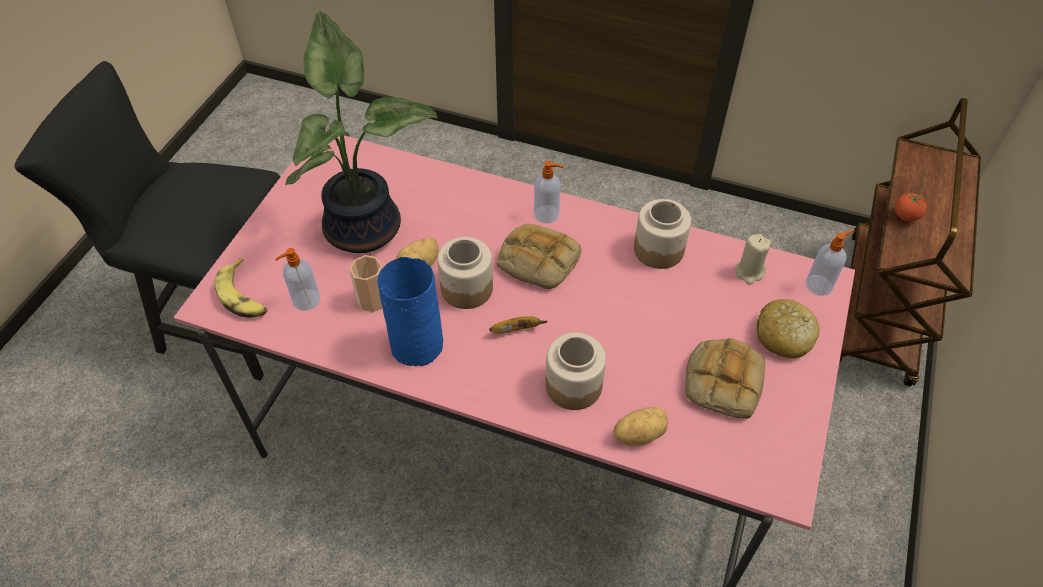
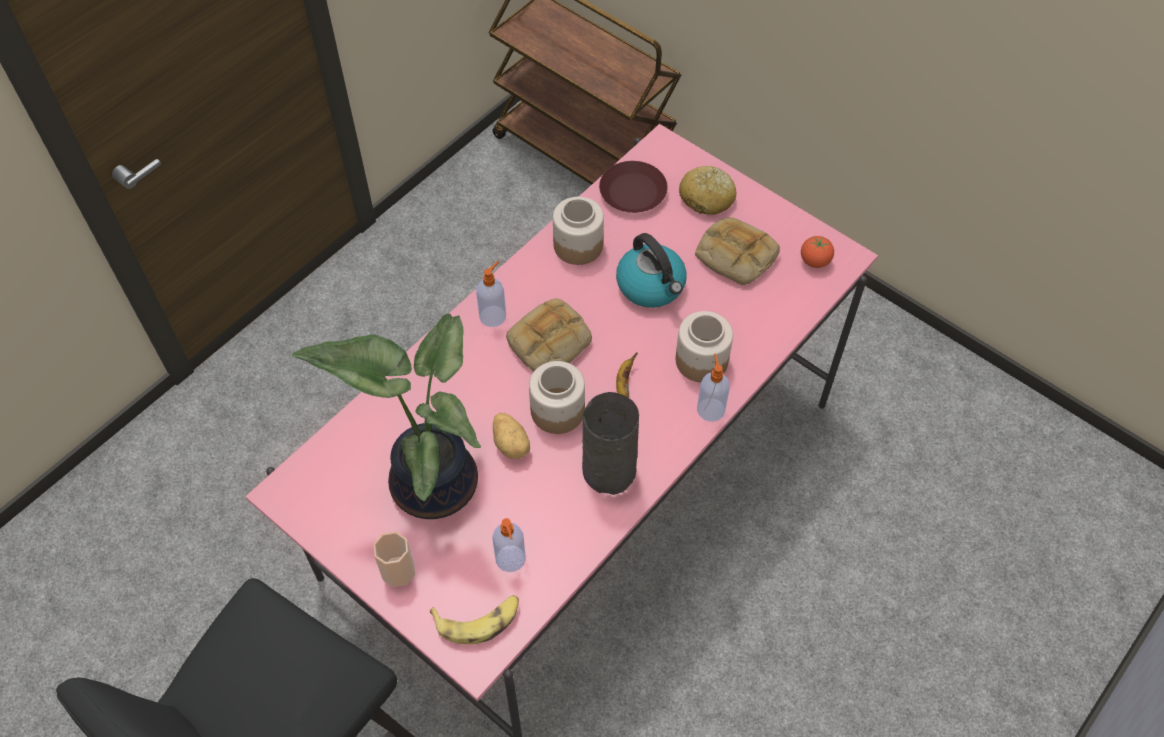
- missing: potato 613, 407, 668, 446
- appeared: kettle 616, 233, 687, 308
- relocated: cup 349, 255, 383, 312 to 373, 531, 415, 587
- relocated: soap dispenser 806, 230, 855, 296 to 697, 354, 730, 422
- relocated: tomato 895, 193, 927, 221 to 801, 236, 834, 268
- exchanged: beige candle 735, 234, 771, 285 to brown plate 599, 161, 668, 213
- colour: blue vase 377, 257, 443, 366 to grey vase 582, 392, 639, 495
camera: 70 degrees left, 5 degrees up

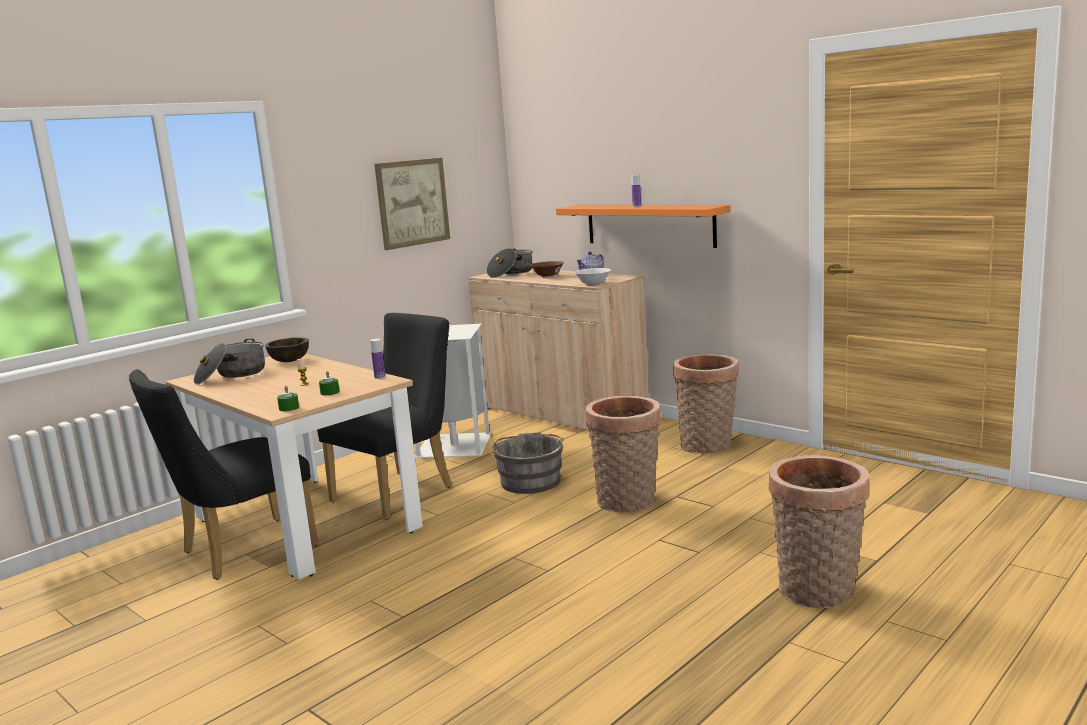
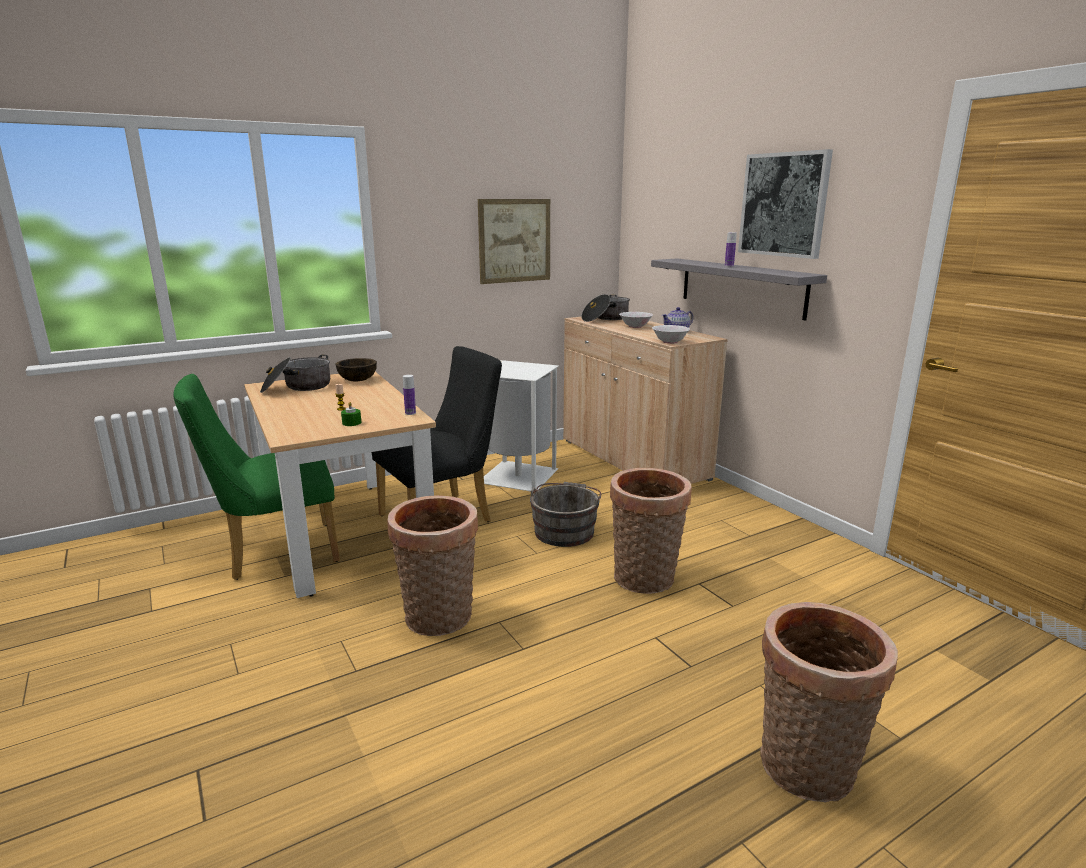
- missing: green candle 277, 386, 299, 411
- appeared: picture 738, 149, 833, 259
- relocated: basket 673, 354, 739, 454 to 387, 495, 478, 636
- colour: black chair 129, 369, 319, 580 to green chair 173, 374, 340, 580
- colour: brown bowl 530, 261, 564, 278 to white bowl 619, 312, 653, 328
- colour: orange shelf 556, 205, 730, 248 to grey shelf 651, 259, 827, 321
camera: 15 degrees right, 5 degrees up

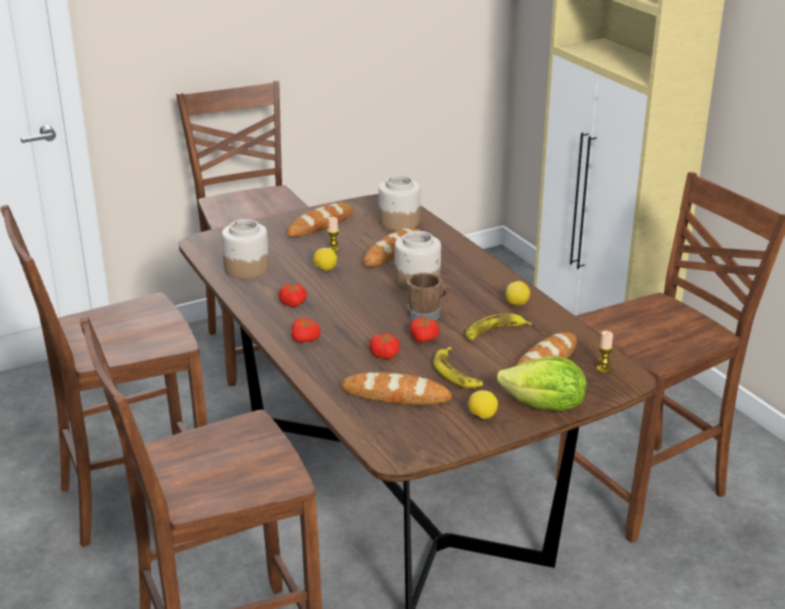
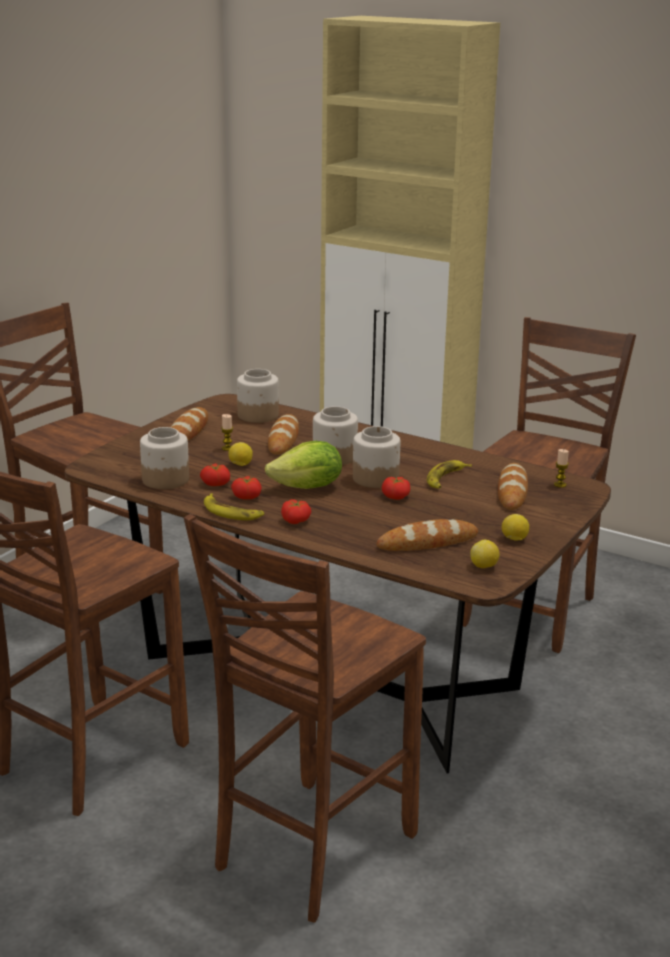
- relocated: tomato 369, 333, 400, 359 to 200, 463, 230, 486
- relocated: banana 434, 347, 483, 388 to 204, 493, 264, 520
- relocated: lettuce 497, 356, 587, 411 to 265, 441, 342, 489
- relocated: lemon 506, 281, 530, 306 to 470, 540, 499, 568
- exchanged: brown mug 407, 273, 451, 321 to jar 353, 426, 400, 488
camera: 30 degrees left, 5 degrees down

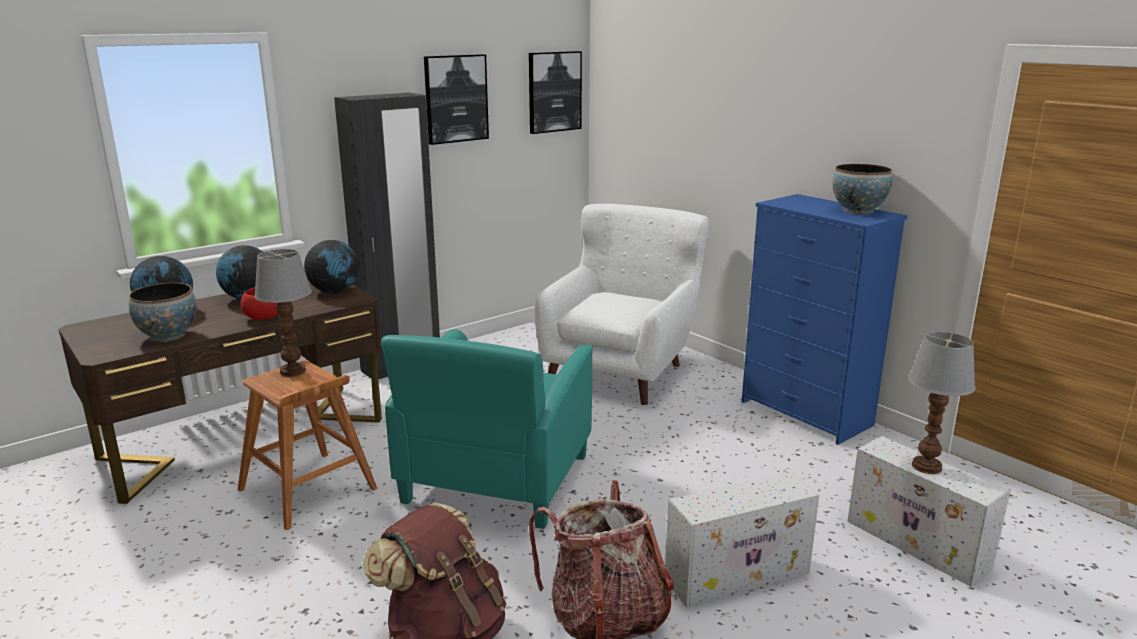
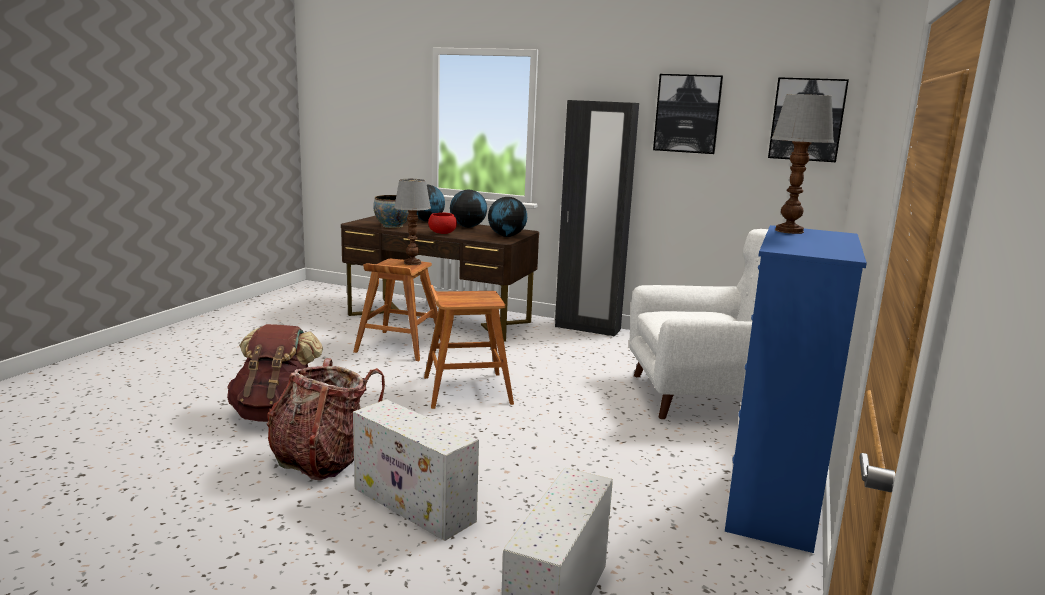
- missing: bowl 832, 164, 892, 214
- relocated: table lamp 908, 332, 976, 474 to 772, 94, 834, 234
- exchanged: turquoise armchair 381, 329, 593, 529 to brown stool 424, 285, 514, 409
camera: 60 degrees right, 5 degrees down

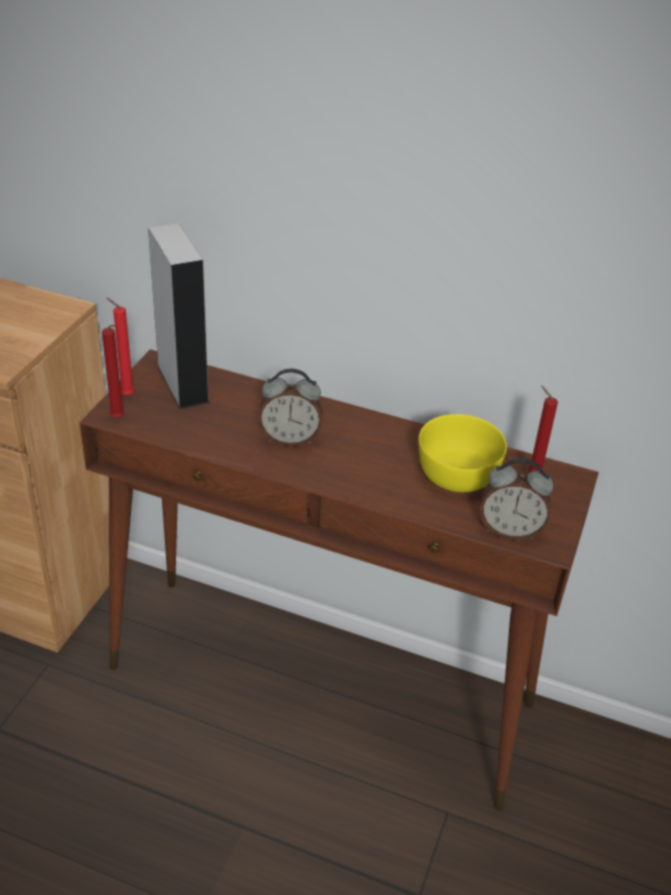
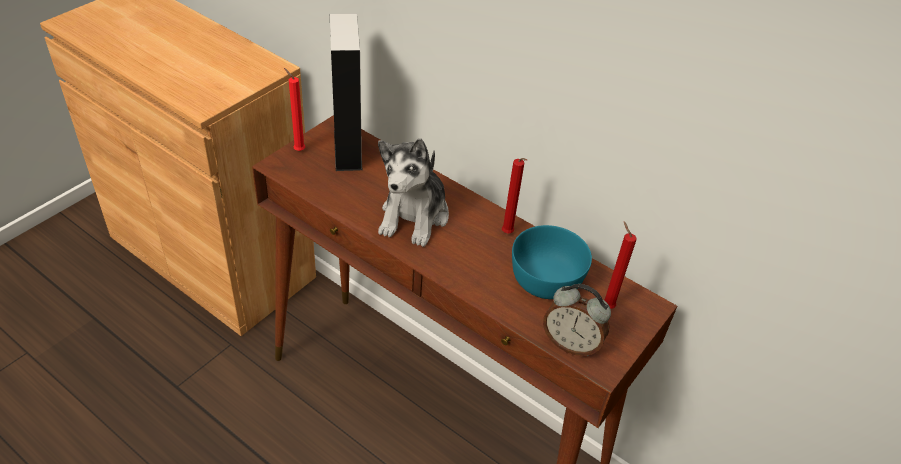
- relocated: red candle 102, 325, 124, 418 to 502, 158, 527, 233
- exchanged: alarm clock 258, 369, 323, 447 to plush toy 378, 138, 449, 247
- colour: yellow bowl 418, 414, 507, 492 to turquoise bowl 512, 225, 592, 299
camera: 15 degrees right, 5 degrees up

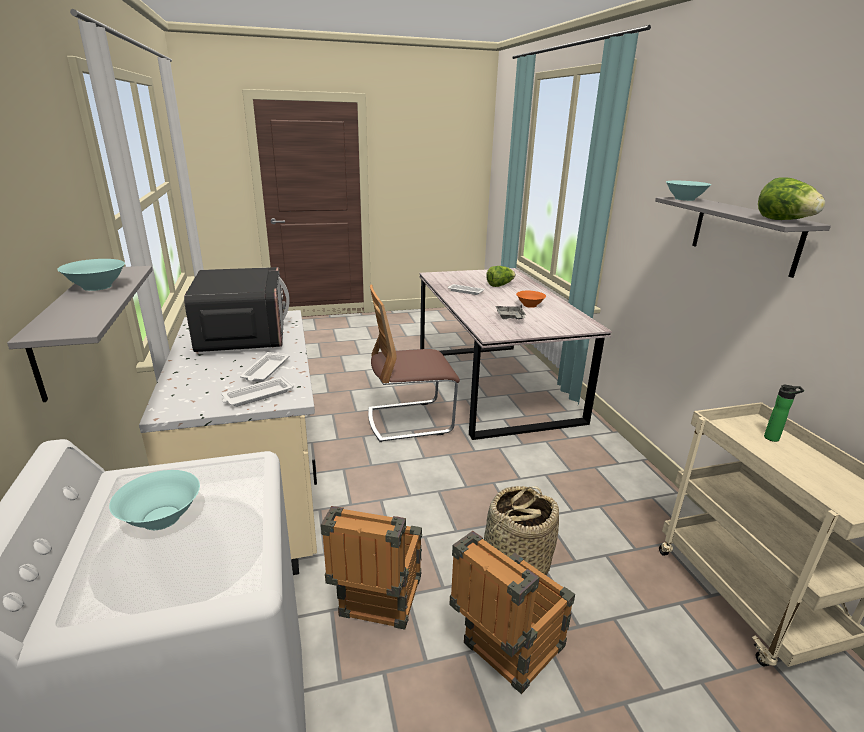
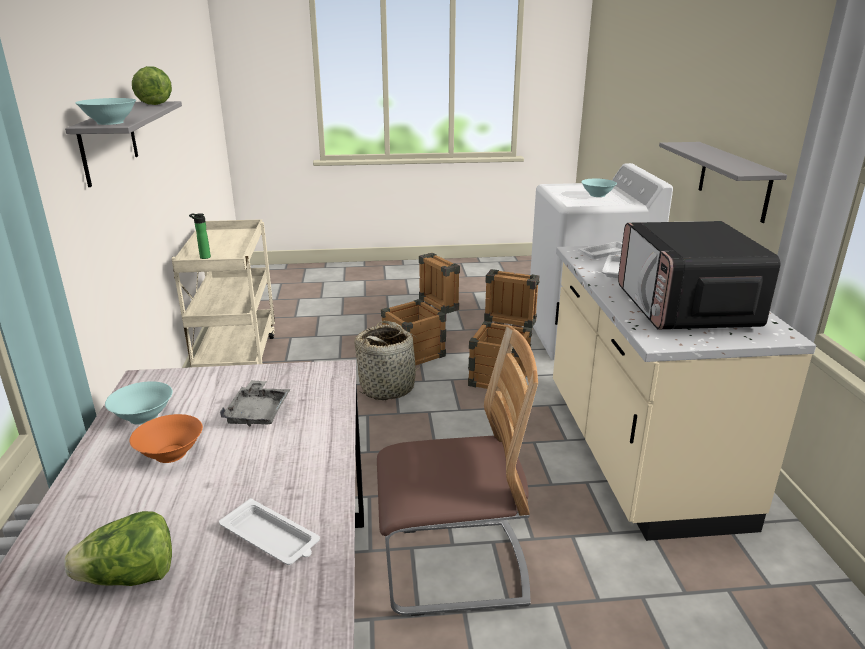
- relocated: turquoise bowl 57, 259, 125, 291 to 105, 381, 173, 425
camera: 170 degrees left, 0 degrees up

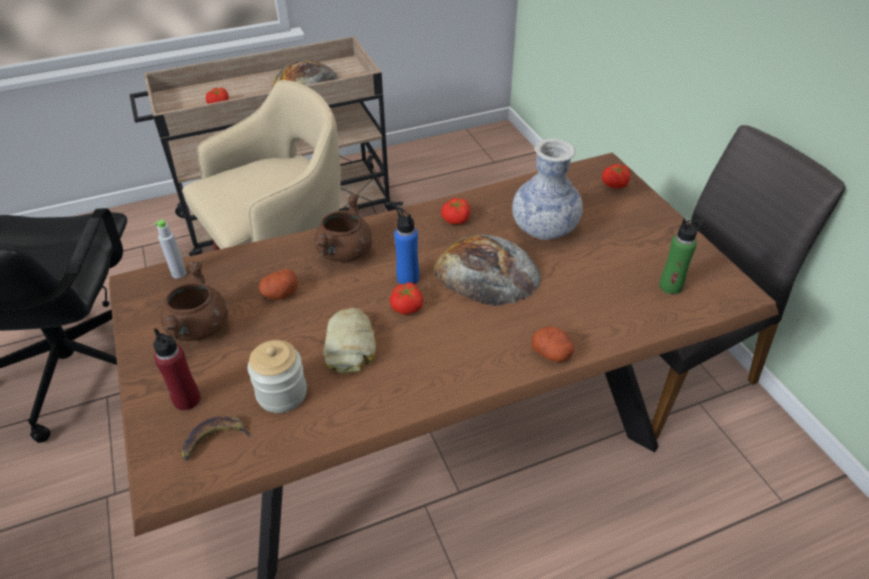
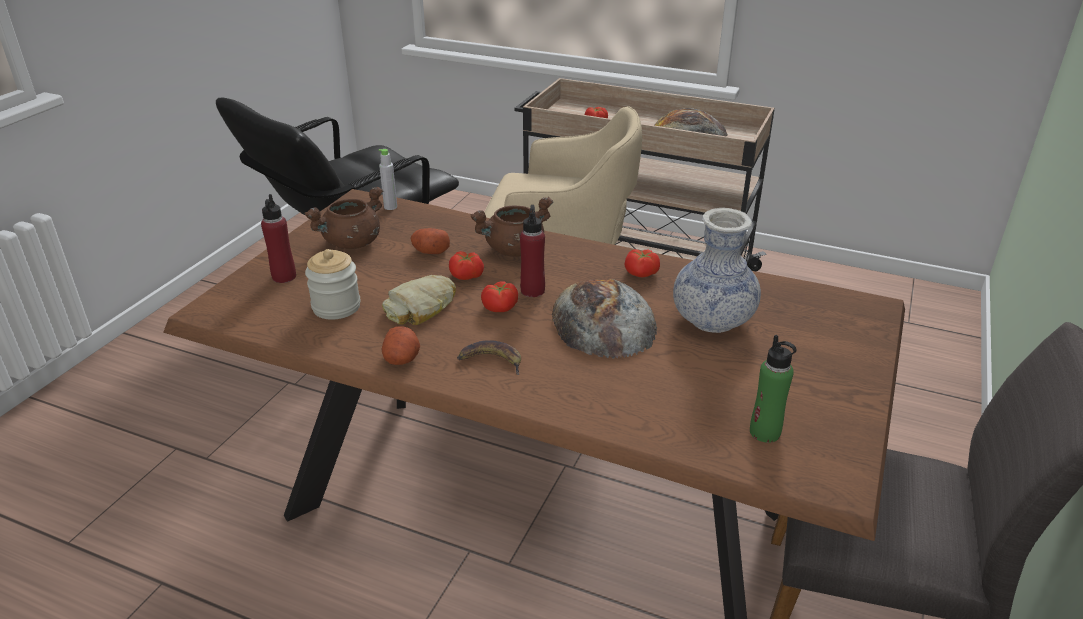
- relocated: banana 182, 415, 253, 460 to 457, 340, 521, 375
- relocated: potato 531, 326, 574, 362 to 382, 326, 420, 365
- relocated: tomato 602, 164, 630, 188 to 449, 251, 484, 280
- colour: blue bottle 394, 207, 419, 284 to red bottle 520, 205, 545, 297
camera: 45 degrees right, 10 degrees down

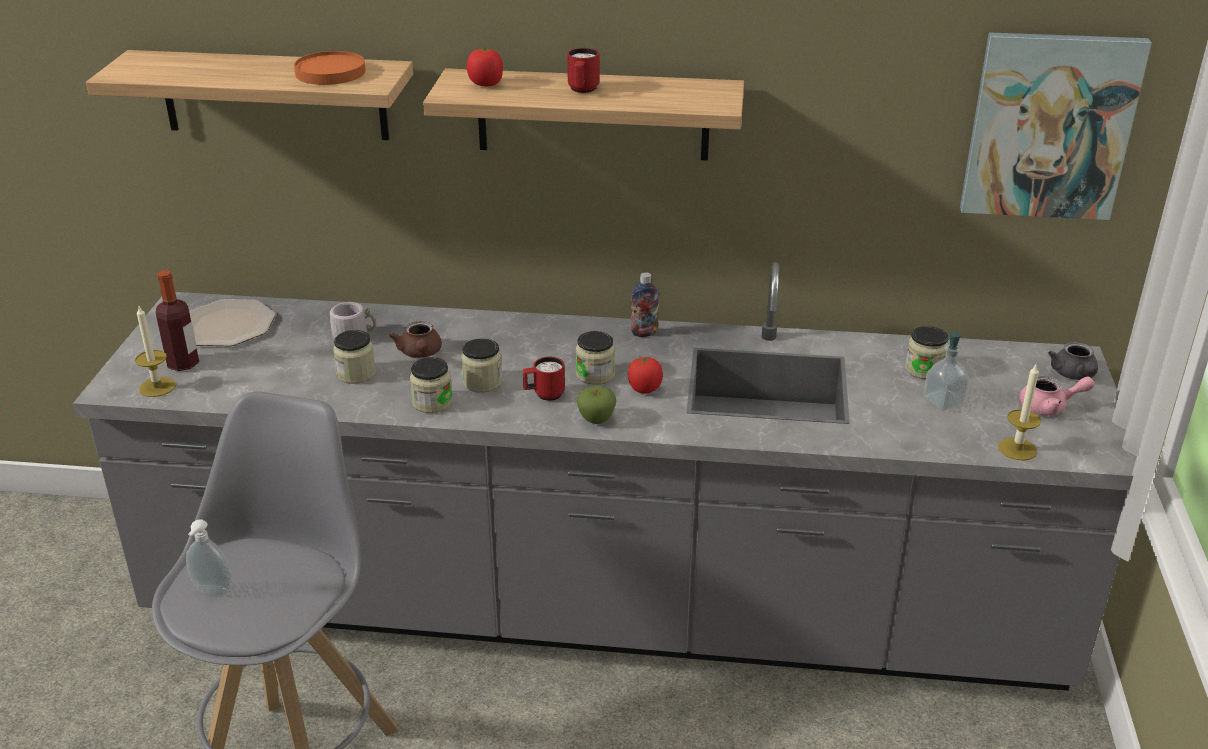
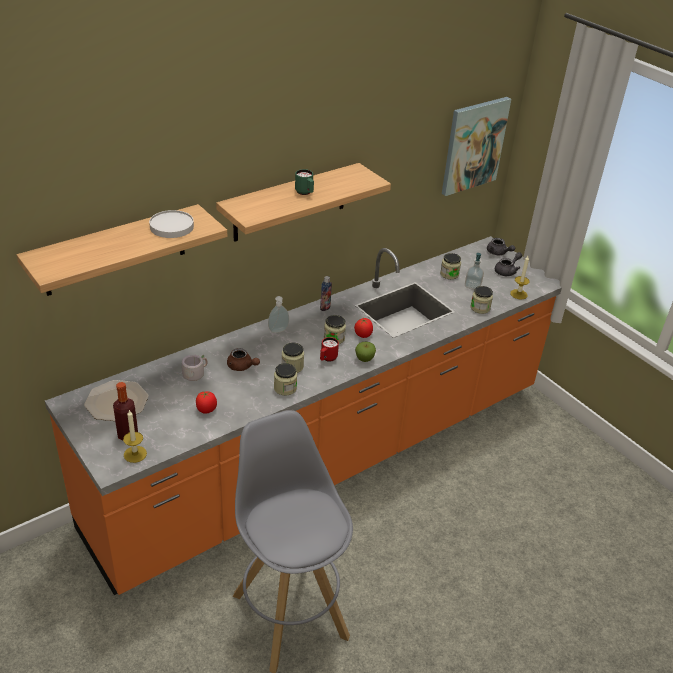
- relocated: soap dispenser 186, 520, 232, 596 to 268, 296, 289, 333
- relocated: jar 333, 330, 376, 384 to 470, 286, 493, 314
- relocated: tomato 467, 47, 503, 87 to 196, 391, 217, 414
- colour: grey counter 73, 262, 1137, 691 to orange counter 45, 236, 562, 595
- colour: orange plate 294, 51, 366, 85 to white plate 149, 210, 194, 238
- colour: red mug 567, 48, 600, 93 to green mug 295, 169, 314, 195
- colour: pink teapot 1019, 376, 1095, 416 to grey teapot 495, 252, 522, 276
camera: 45 degrees left, 5 degrees up

